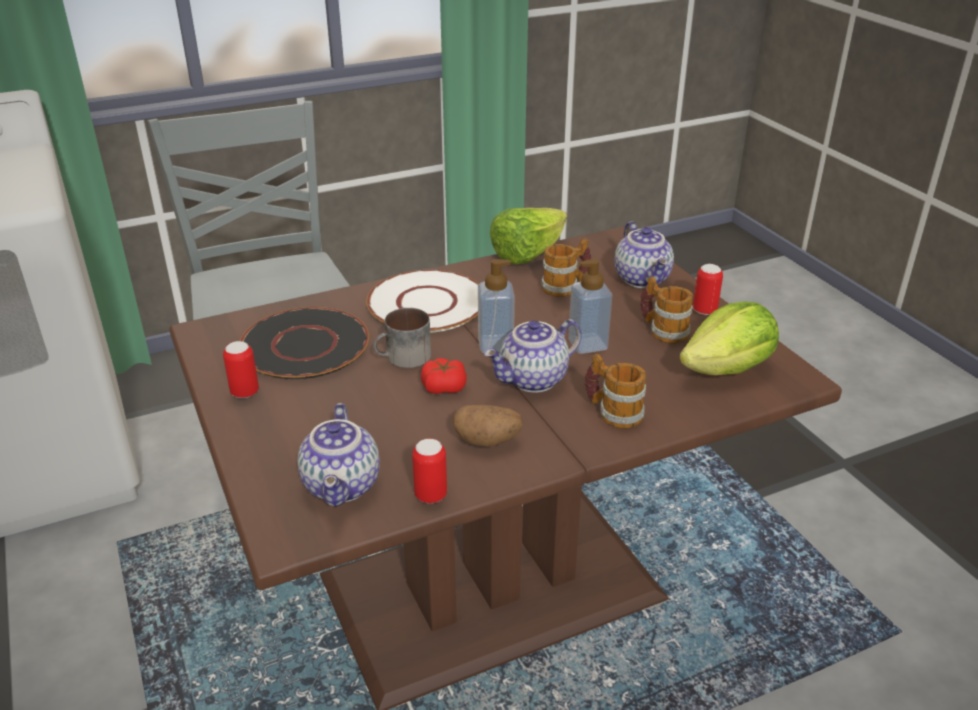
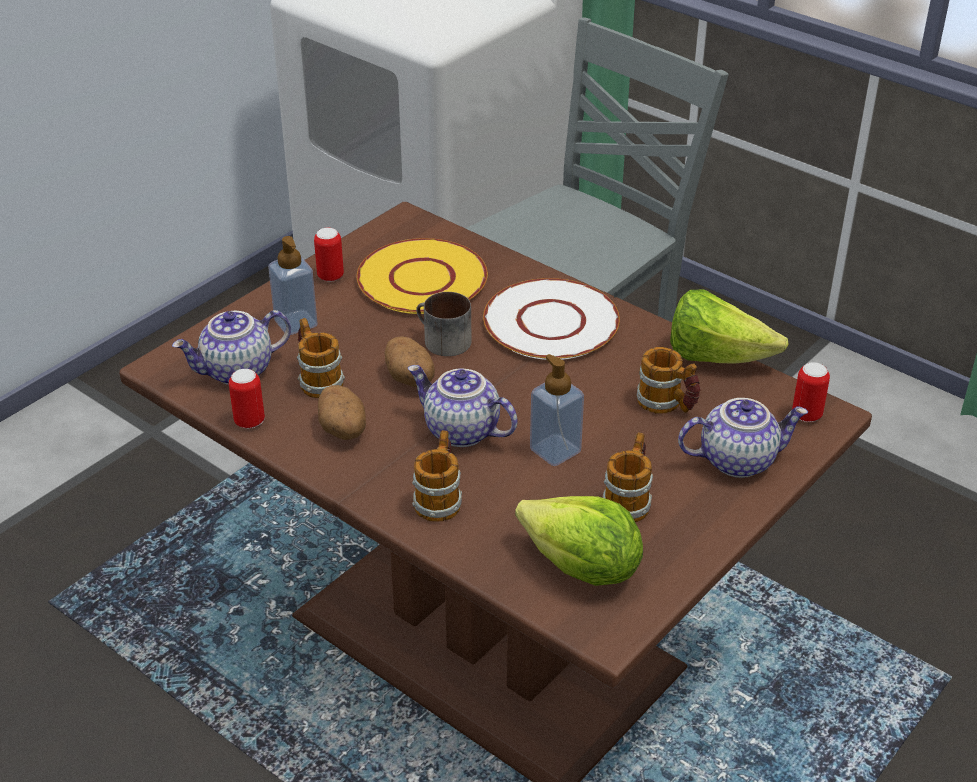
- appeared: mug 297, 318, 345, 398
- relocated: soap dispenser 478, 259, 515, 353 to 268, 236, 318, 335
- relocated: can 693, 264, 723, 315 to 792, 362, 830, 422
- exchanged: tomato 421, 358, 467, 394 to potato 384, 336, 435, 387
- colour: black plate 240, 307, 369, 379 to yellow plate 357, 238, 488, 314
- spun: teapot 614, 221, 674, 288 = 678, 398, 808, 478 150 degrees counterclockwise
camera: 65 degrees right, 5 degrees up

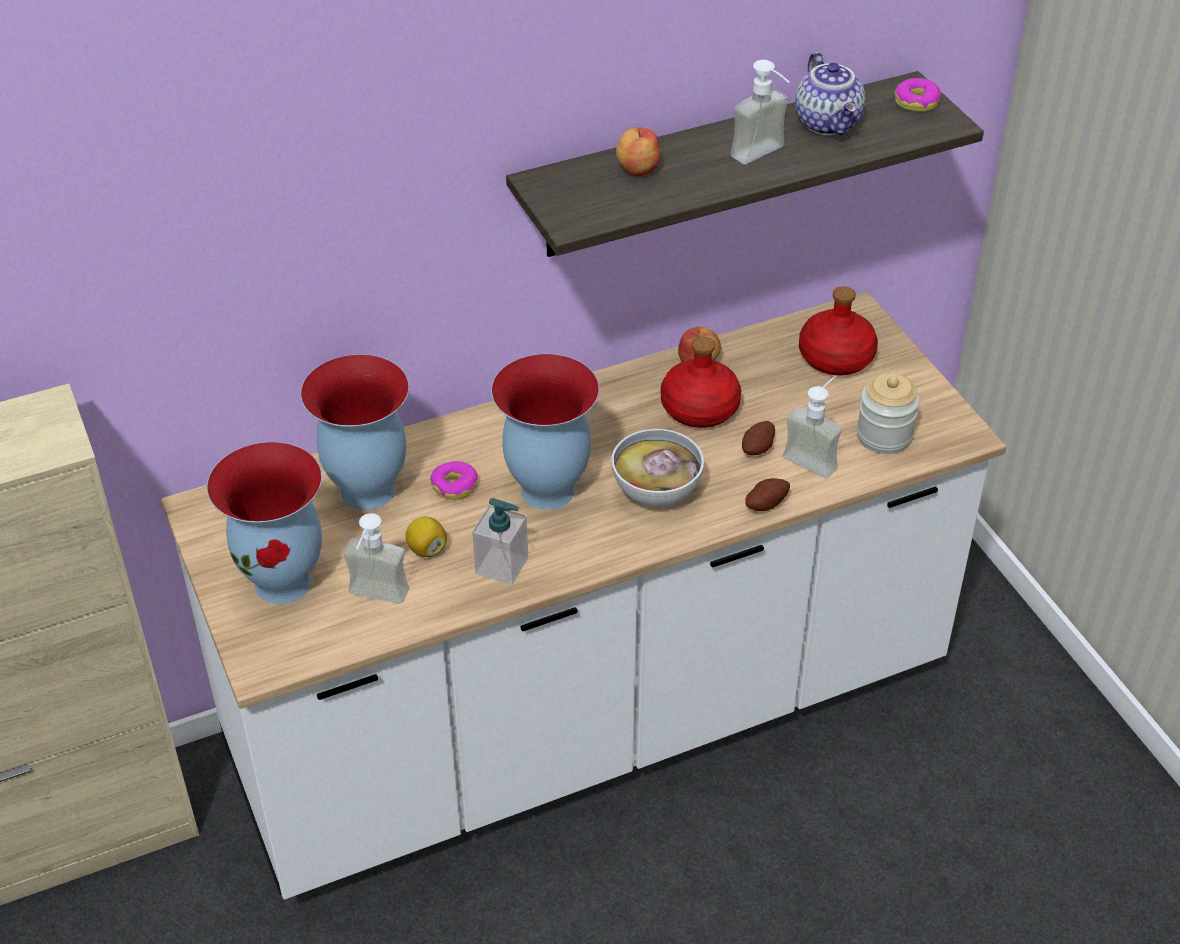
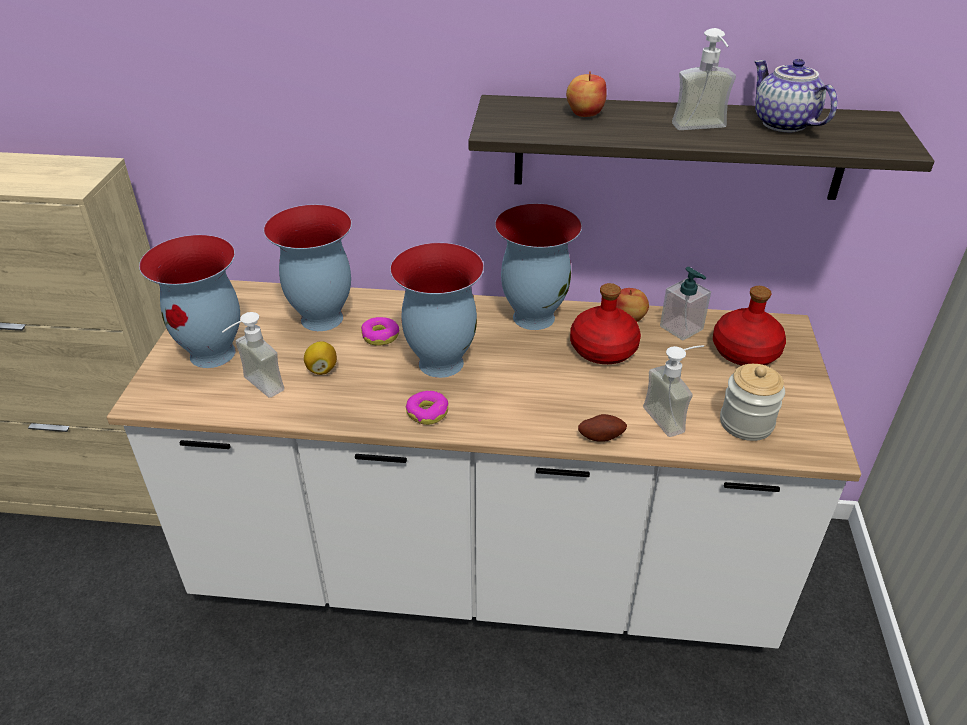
- missing: bowl 611, 429, 704, 506
- missing: potato 742, 421, 775, 455
- appeared: vase 495, 204, 582, 330
- relocated: soap dispenser 472, 498, 528, 585 to 660, 267, 711, 341
- relocated: donut 895, 78, 941, 112 to 406, 391, 448, 425
- spun: teapot 795, 52, 865, 136 = 754, 59, 837, 133 135 degrees clockwise
camera: 30 degrees right, 5 degrees down

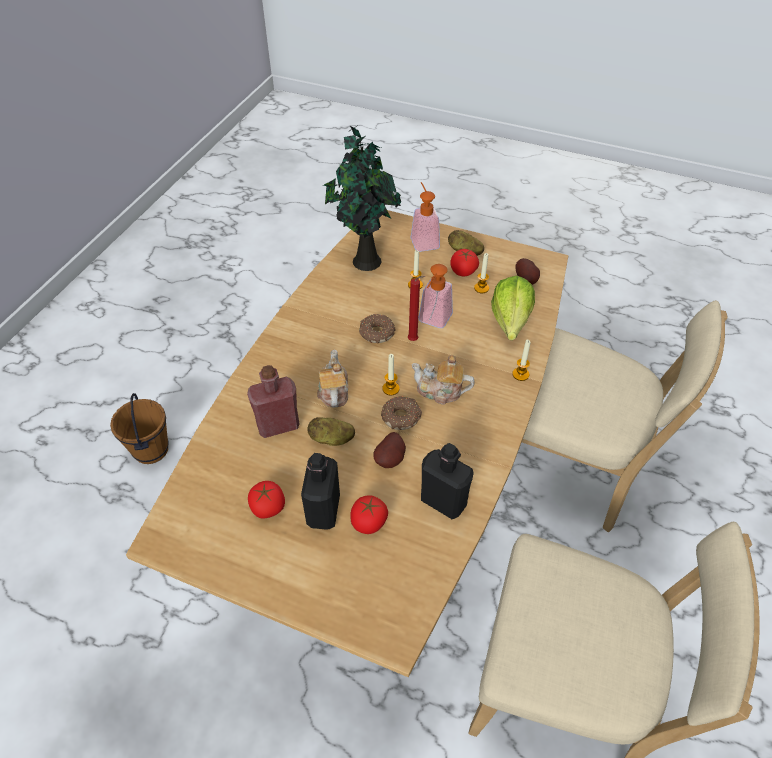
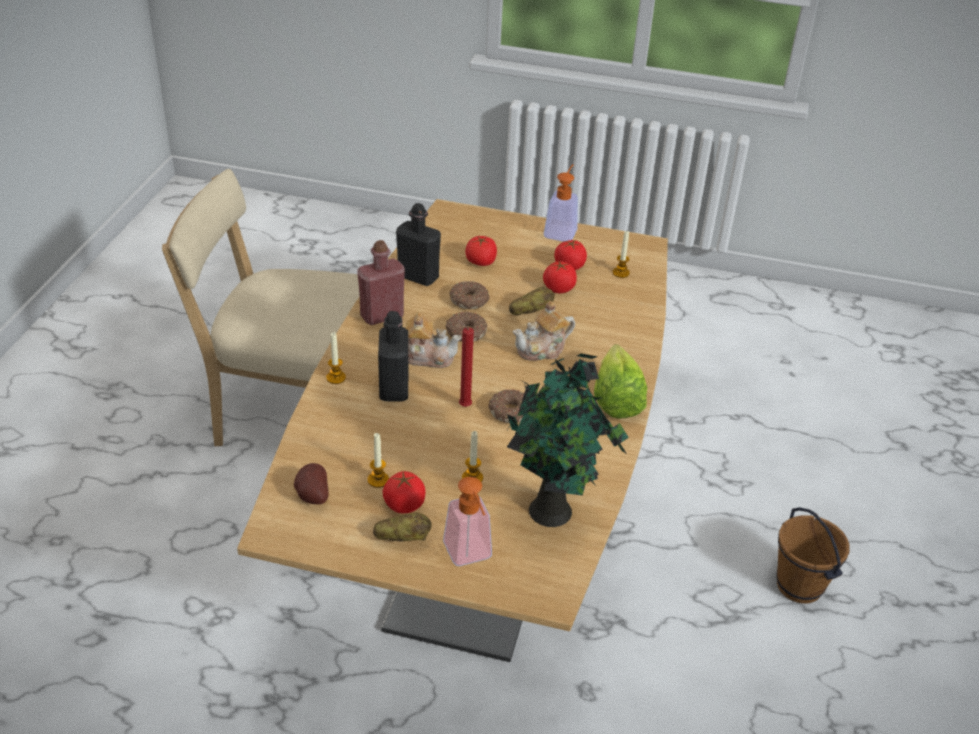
- missing: beige chair 522, 300, 728, 532
- appeared: tomato 543, 261, 577, 293
- relocated: red bottle 247, 365, 300, 438 to 357, 240, 405, 325
- relocated: black bottle 301, 453, 340, 530 to 378, 311, 408, 401
- relocated: candle 382, 354, 399, 395 to 613, 231, 630, 278
- relocated: soap dispenser 419, 264, 453, 328 to 544, 164, 578, 242
- relocated: lettuce 491, 276, 535, 340 to 594, 344, 647, 419
- exchanged: potato 373, 432, 406, 468 to donut 449, 281, 490, 310
- spun: teapot 317, 349, 348, 408 = 513, 301, 575, 361 75 degrees clockwise
camera: 170 degrees right, 10 degrees down

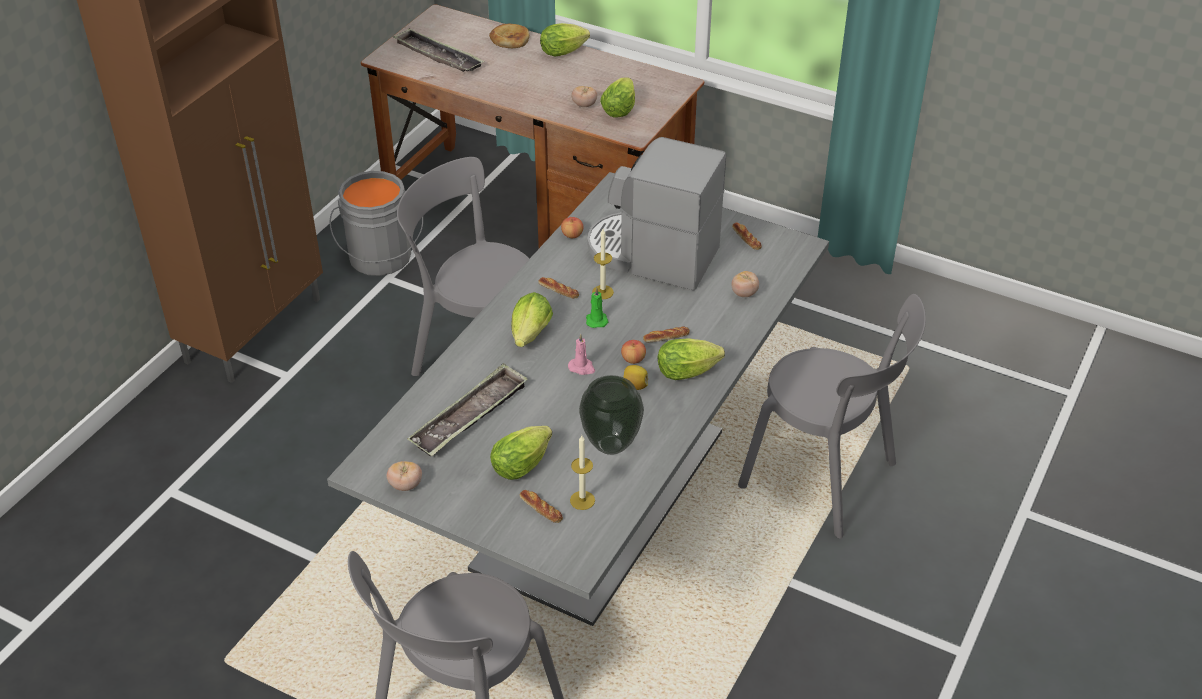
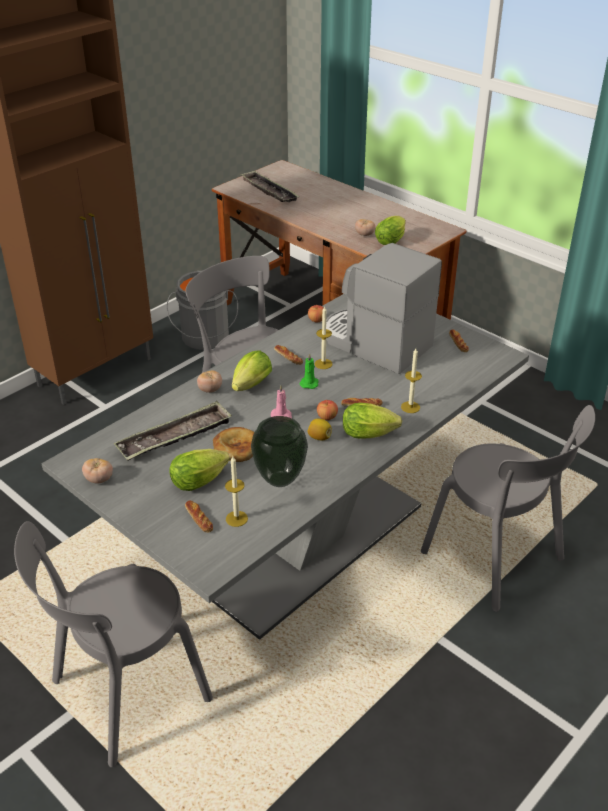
- missing: lettuce 540, 23, 590, 56
- appeared: candle 401, 348, 422, 413
- relocated: bread 489, 24, 530, 48 to 213, 427, 254, 462
- relocated: tomato 731, 271, 759, 297 to 197, 370, 222, 393
camera: 15 degrees right, 5 degrees down

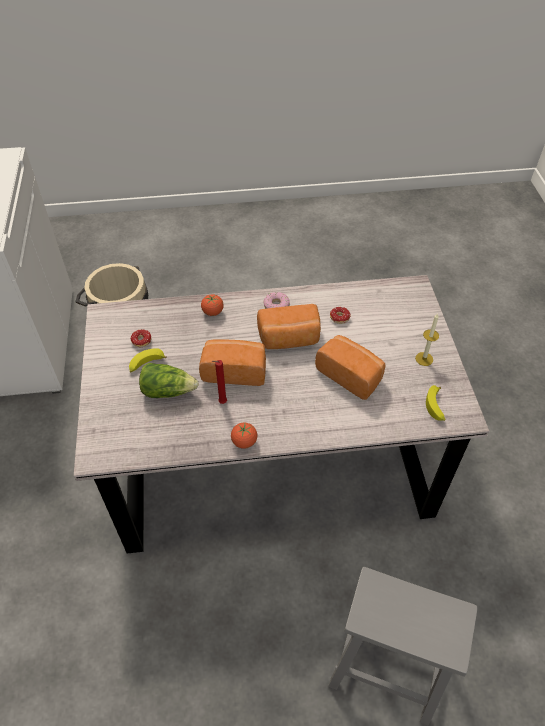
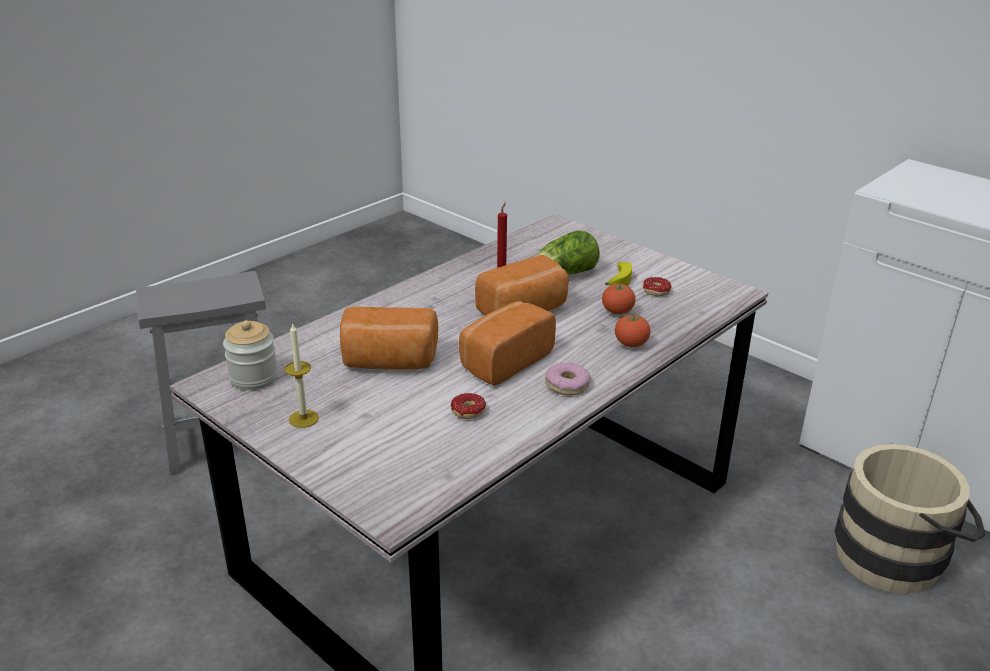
- relocated: tomato 231, 423, 257, 449 to 602, 284, 636, 315
- exchanged: banana 426, 385, 446, 421 to jar 223, 320, 278, 391
camera: 140 degrees right, 20 degrees down

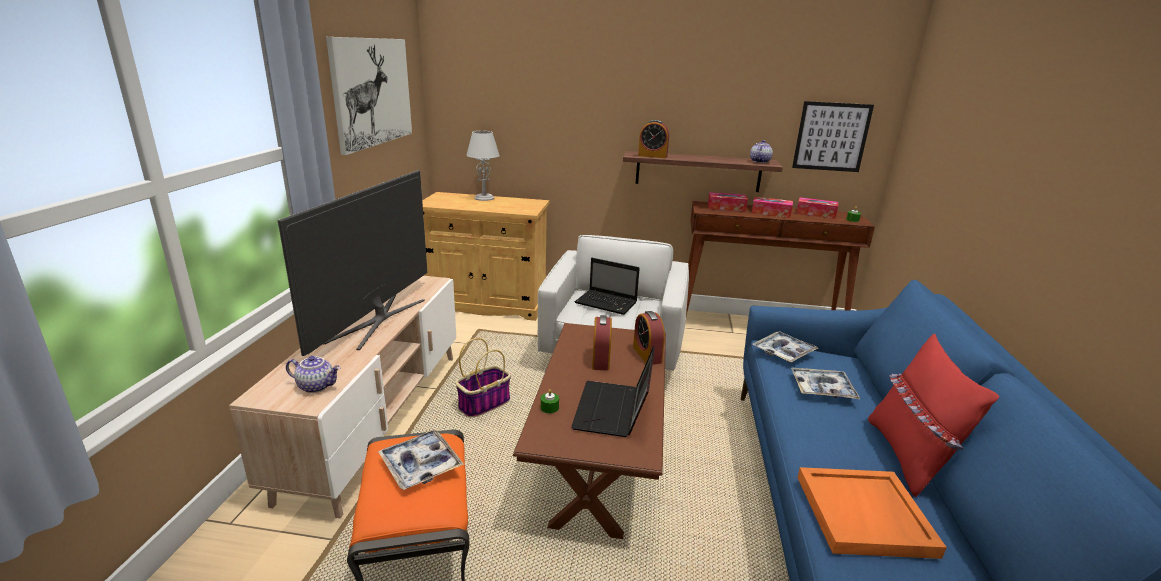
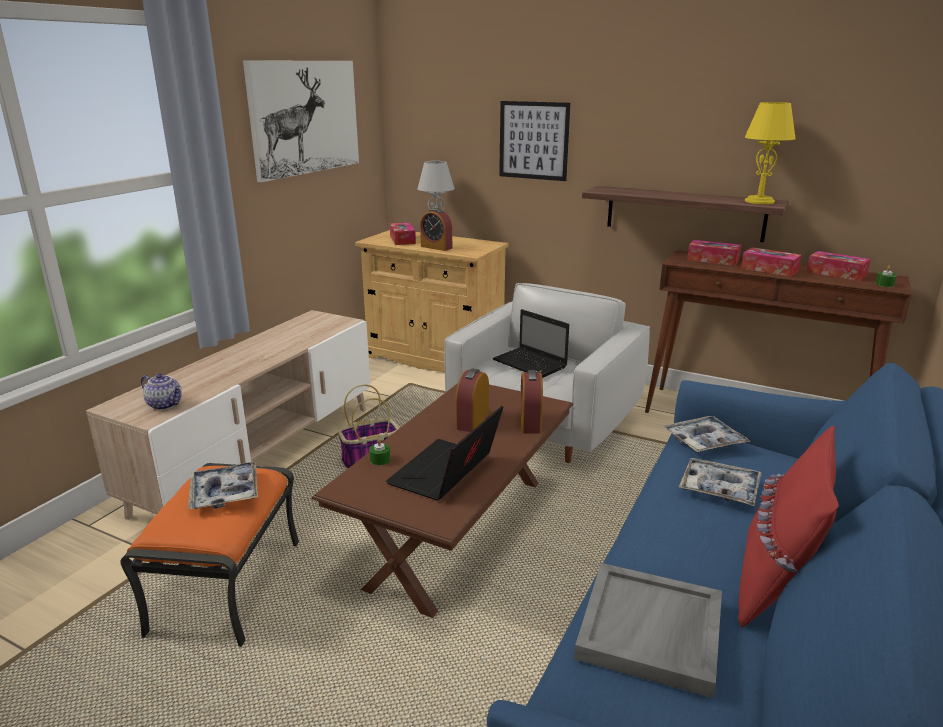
- missing: television 278, 170, 428, 356
- appeared: tissue box 390, 222, 416, 245
- relocated: alarm clock 638, 120, 669, 158 to 420, 208, 452, 251
- relocated: picture 792, 101, 874, 172 to 499, 101, 570, 181
- exchanged: teapot 750, 140, 773, 163 to yellow table lamp 745, 102, 796, 204
- colour: orange tray 797, 467, 947, 559 to grey tray 574, 563, 722, 698
camera: 20 degrees right, 0 degrees up

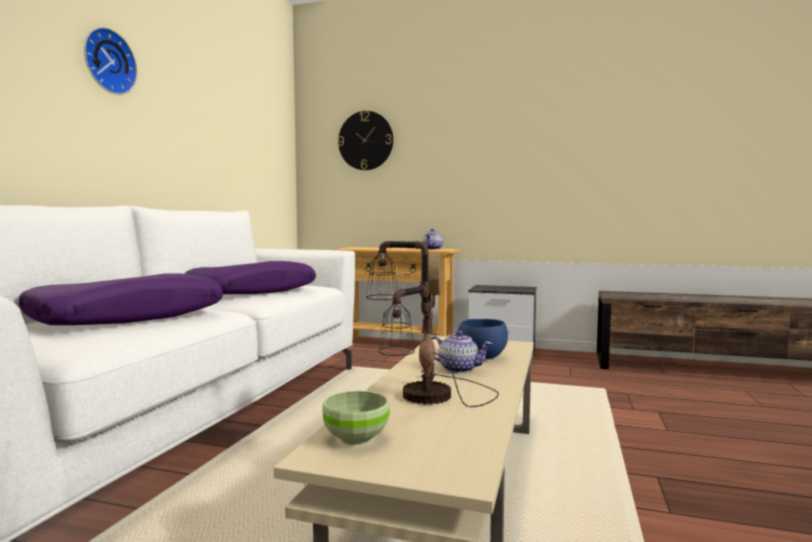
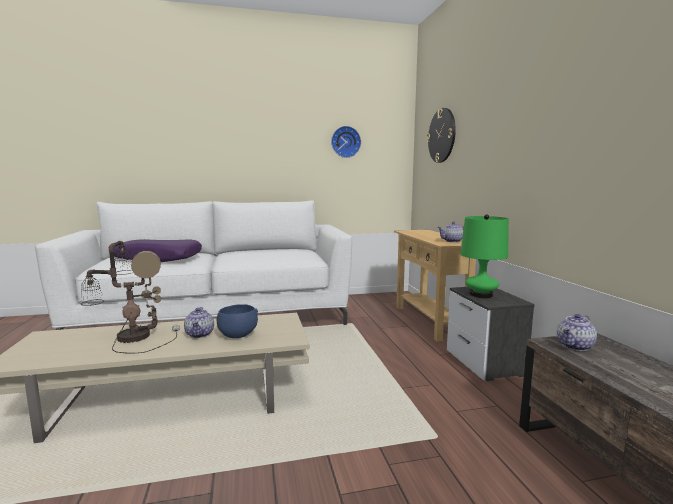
- missing: purple pillow 185, 261, 316, 294
- missing: green bowl 322, 390, 390, 445
- appeared: green table lamp 461, 214, 509, 298
- appeared: teapot 557, 314, 597, 351
- relocated: wall clock 84, 27, 137, 95 to 331, 126, 361, 158
camera: 60 degrees right, 5 degrees up

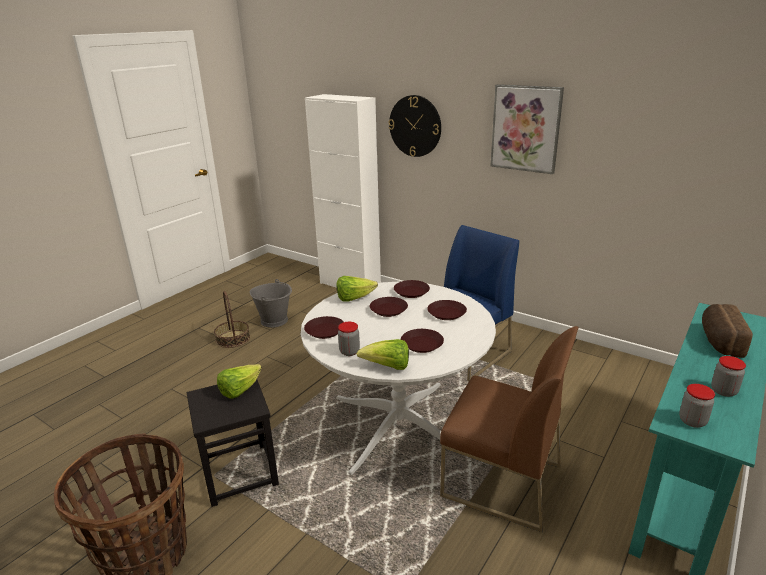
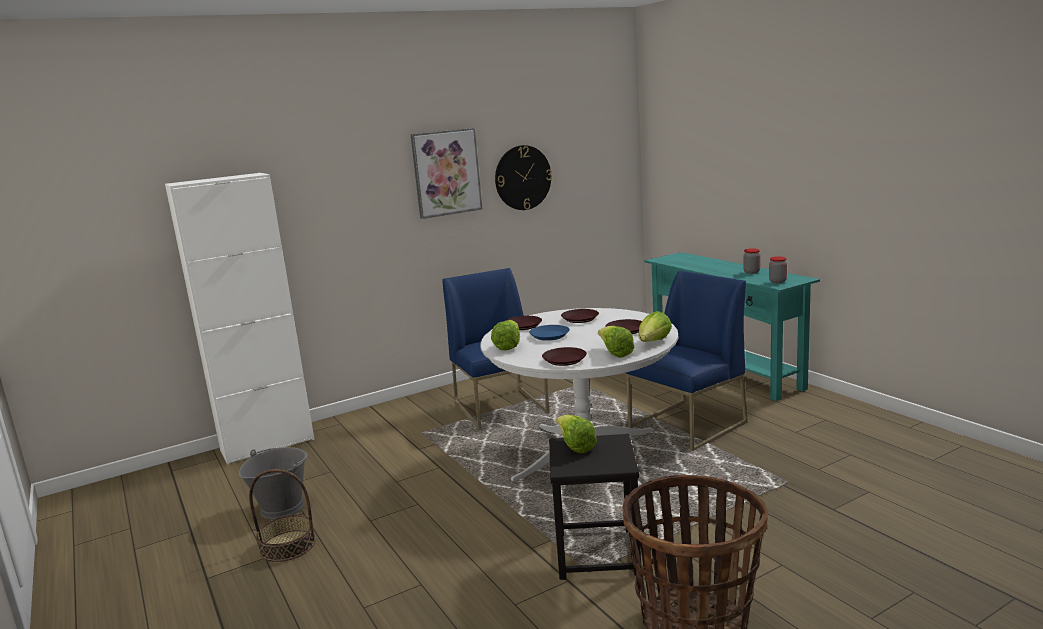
- missing: bread 702, 304, 753, 358
- relocated: wall clock 388, 95, 441, 157 to 495, 145, 552, 210
- exchanged: jar 338, 322, 360, 356 to lettuce 598, 326, 635, 358
- colour: brown plate 370, 297, 408, 317 to blue plate 529, 325, 570, 341
- colour: brown chair 440, 326, 579, 532 to blue chair 626, 271, 748, 451
camera: 65 degrees left, 10 degrees down

